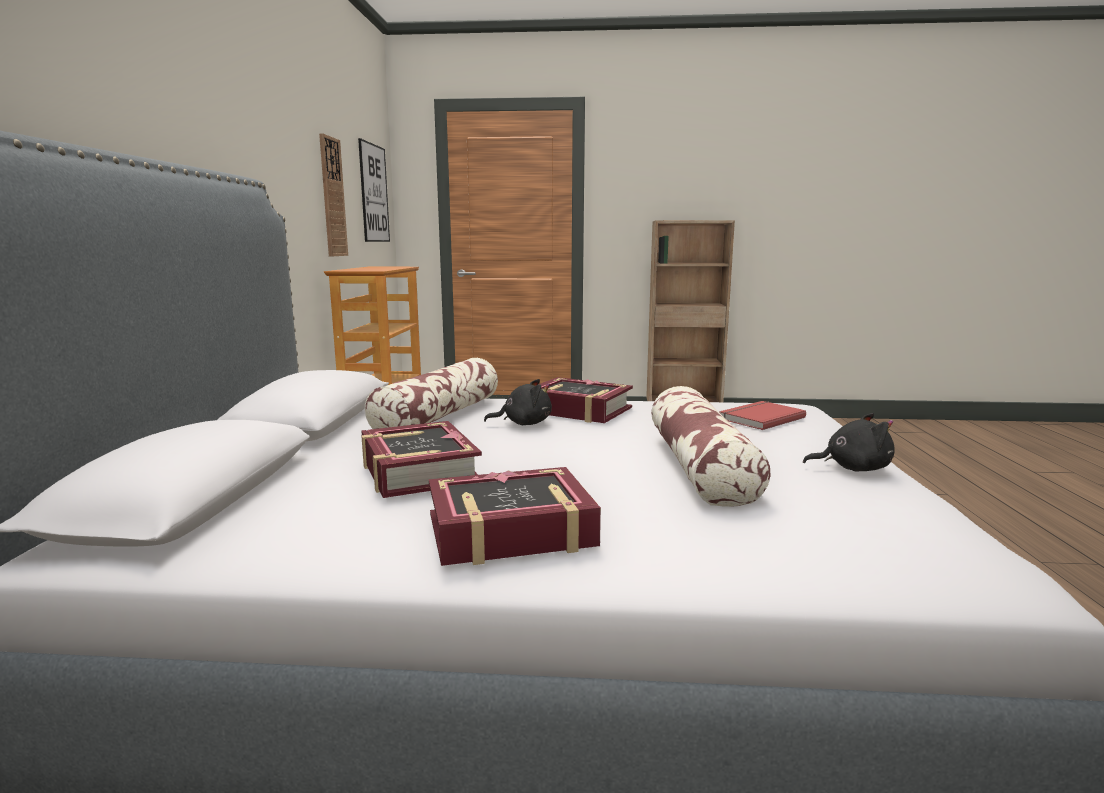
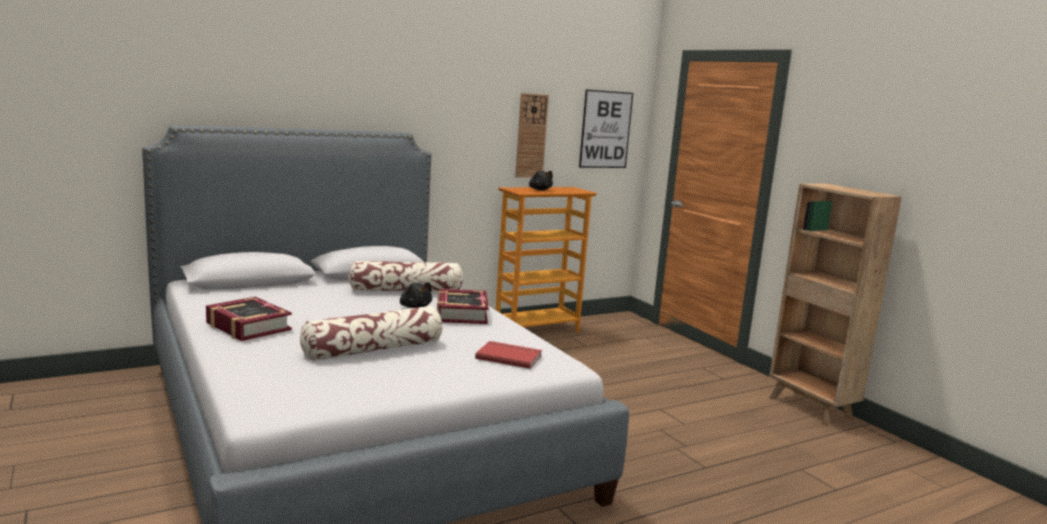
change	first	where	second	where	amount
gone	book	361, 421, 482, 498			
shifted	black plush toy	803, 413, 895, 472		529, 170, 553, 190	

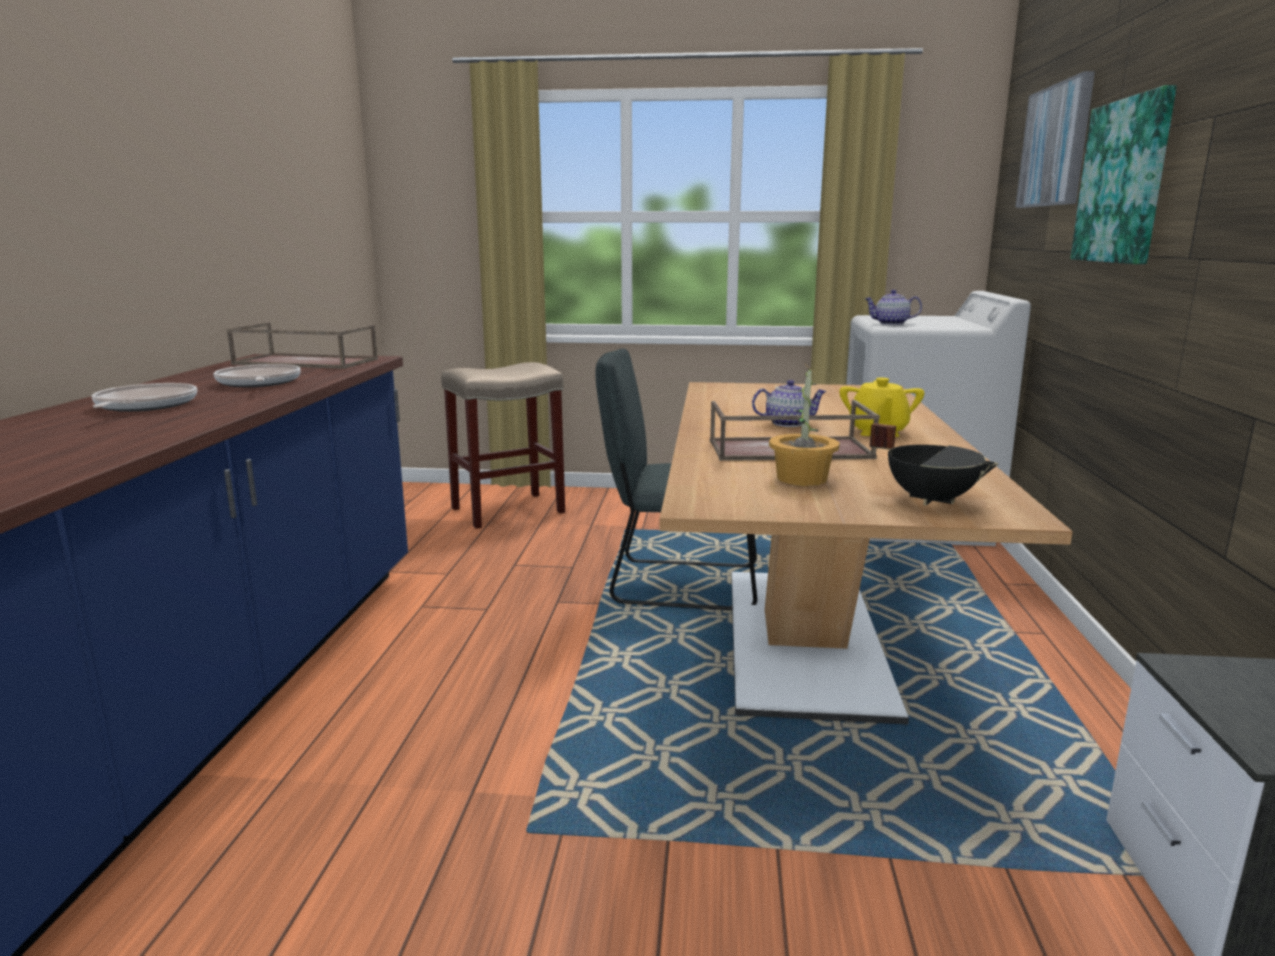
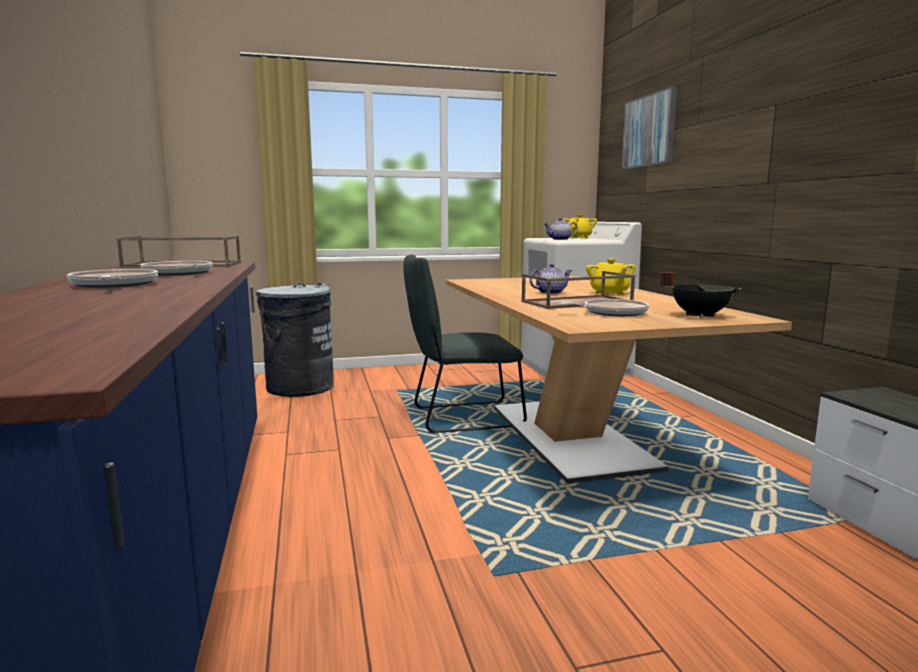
change	first	where	second	where	amount
swapped	beige stool	441, 362, 565, 529	grey trash can	255, 283, 334, 397	
swapped	potted plant	769, 364, 840, 486	frying pan	558, 299, 649, 316	
gone	picture	1070, 85, 1177, 264			
new			yellow teapot	563, 214, 597, 239	

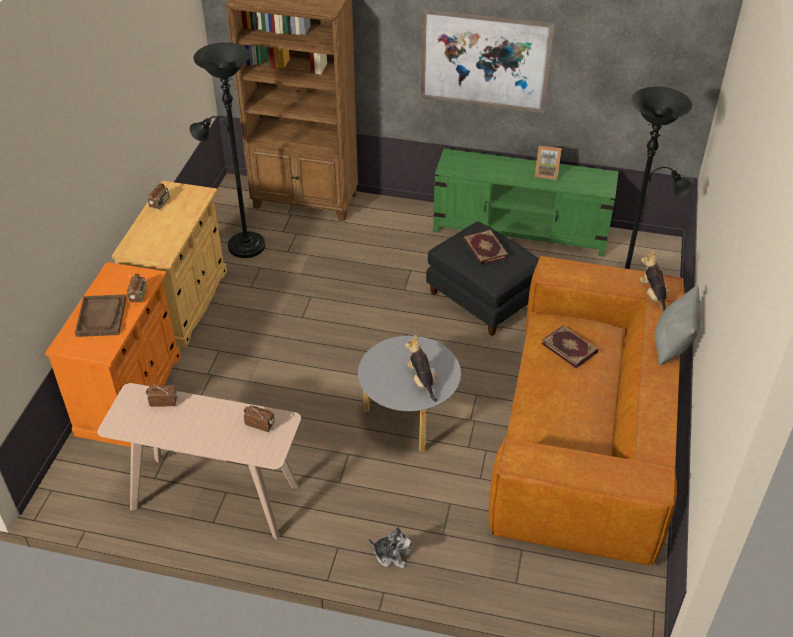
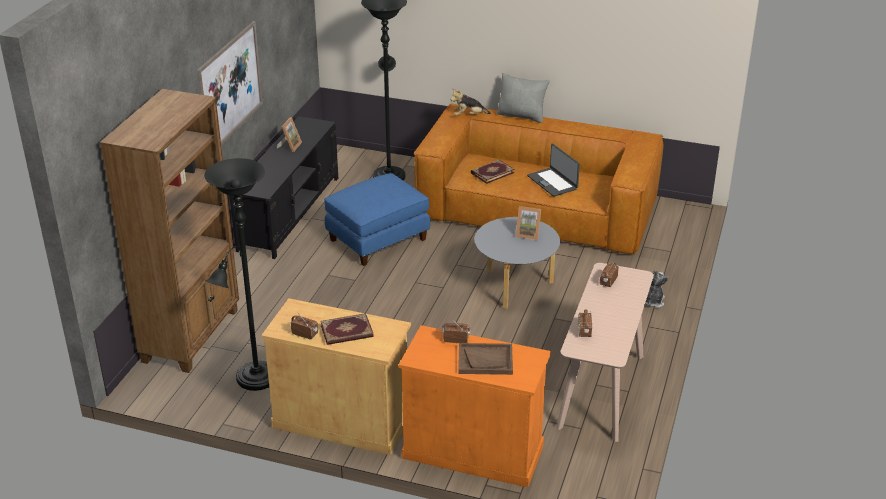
change	first	where	second	where	amount
swapped	plush toy	405, 335, 438, 402	picture frame	516, 206, 541, 240	
repainted	black ottoman	426, 222, 539, 336	blue ottoman	324, 173, 430, 266	
repainted	green tv stand	433, 149, 619, 257	black tv stand	229, 116, 338, 259	
shifted	book	463, 229, 508, 265		320, 313, 374, 345	
new			laptop	527, 144, 580, 197	

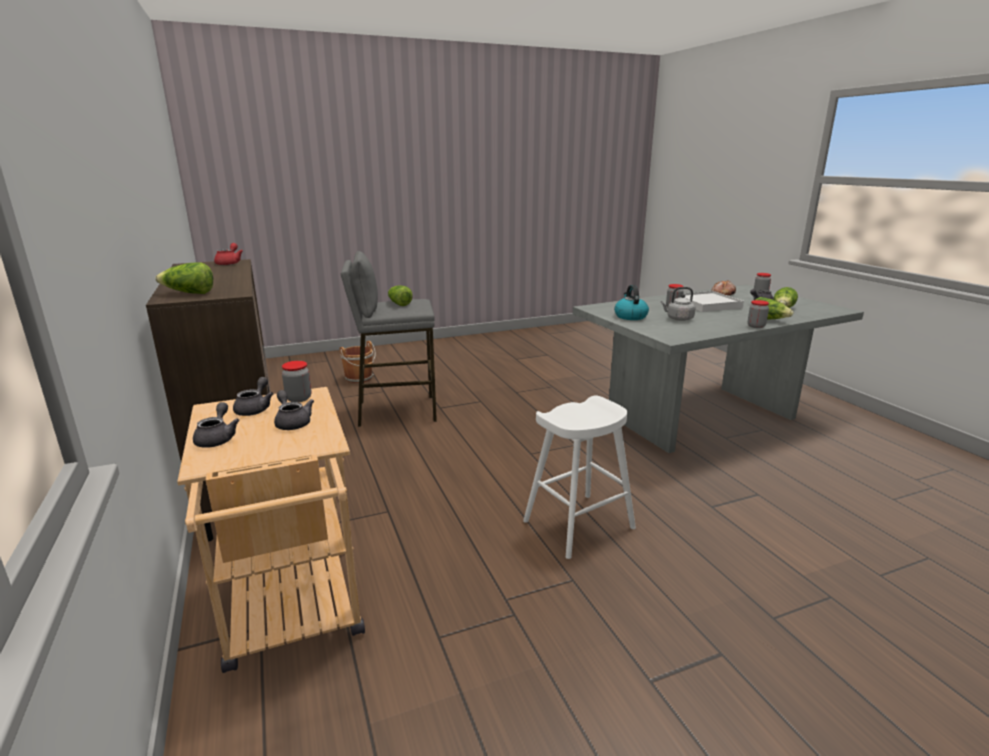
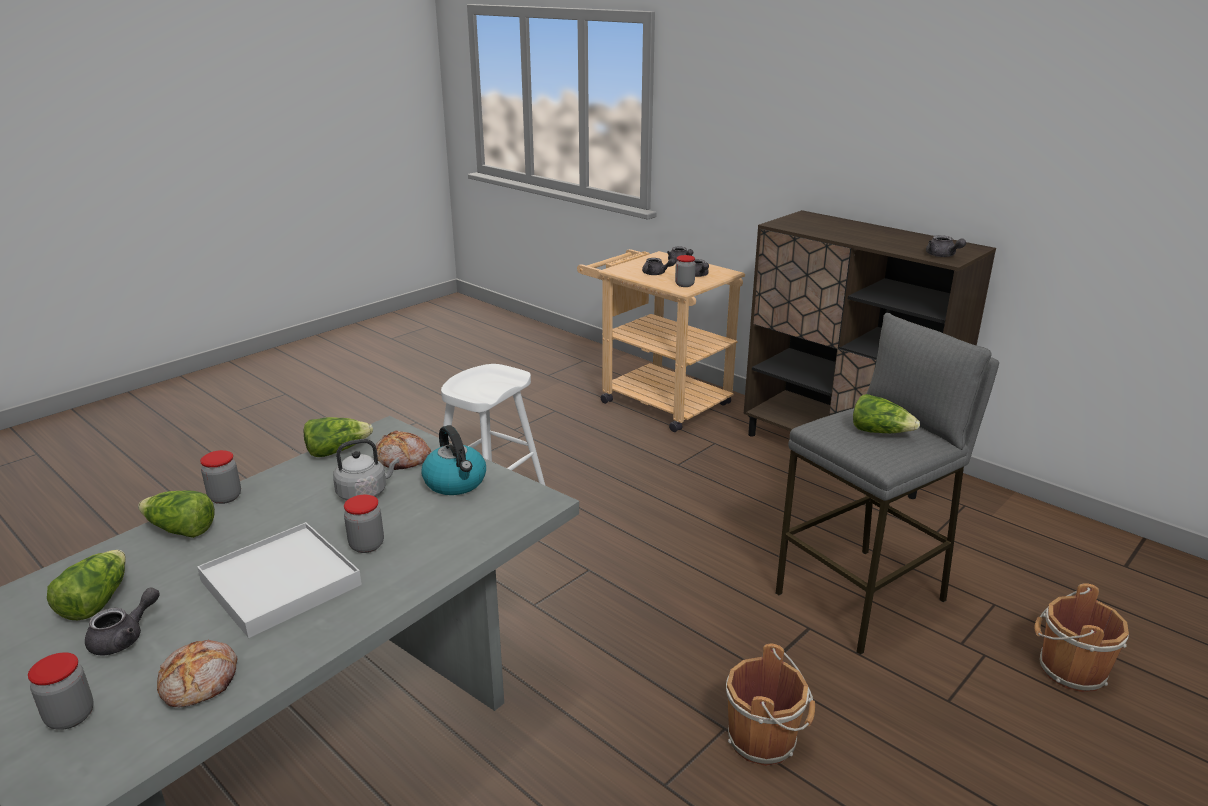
change	first	where	second	where	amount
shifted	lettuce	155, 262, 213, 294		303, 417, 373, 457	
repainted	red teapot	214, 243, 243, 265	grey teapot	926, 235, 966, 257	
new			bread	376, 430, 431, 470	
new			brown bucket	726, 644, 815, 766	

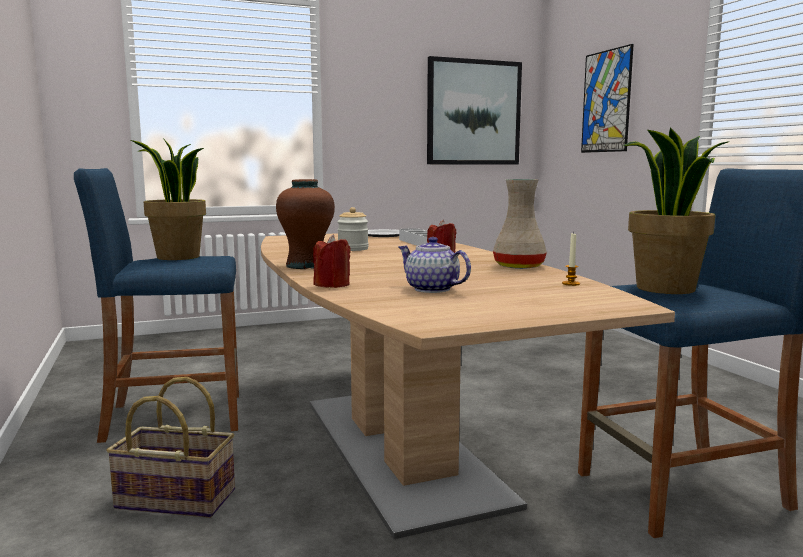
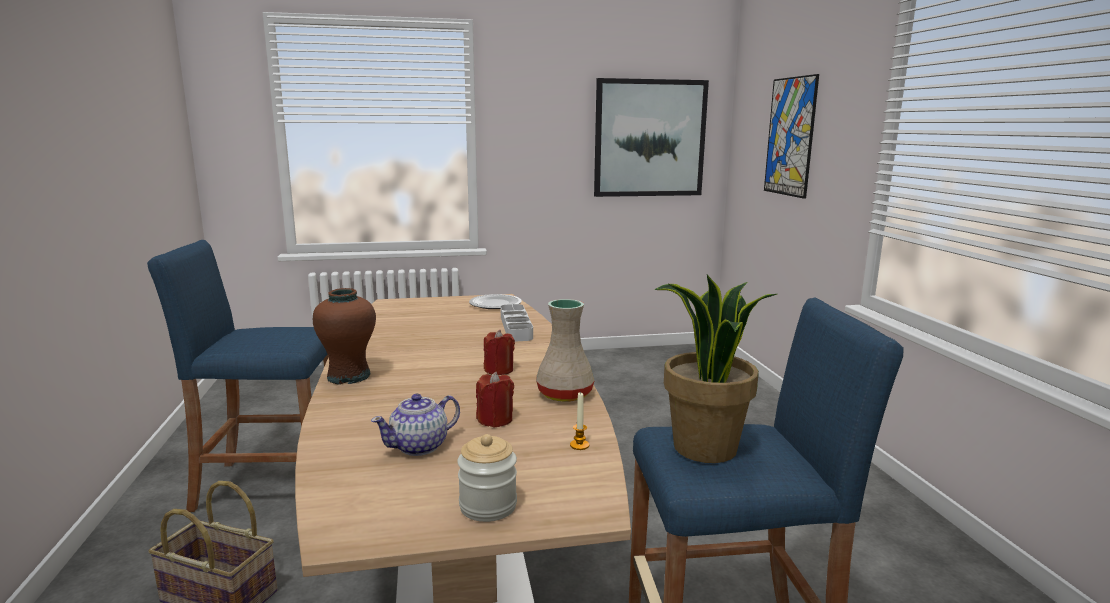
change	first	where	second	where	amount
gone	potted plant	131, 138, 206, 260			
shifted	red candle	313, 234, 351, 288		476, 372, 514, 428	
shifted	jar	337, 207, 369, 251		457, 434, 517, 522	
rotated	teapot	398, 237, 471, 293		371, 394, 460, 456	90 degrees counterclockwise

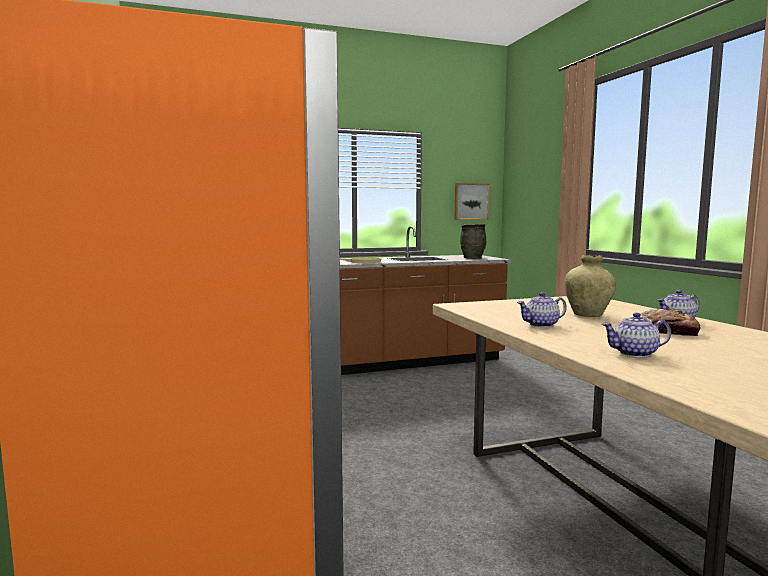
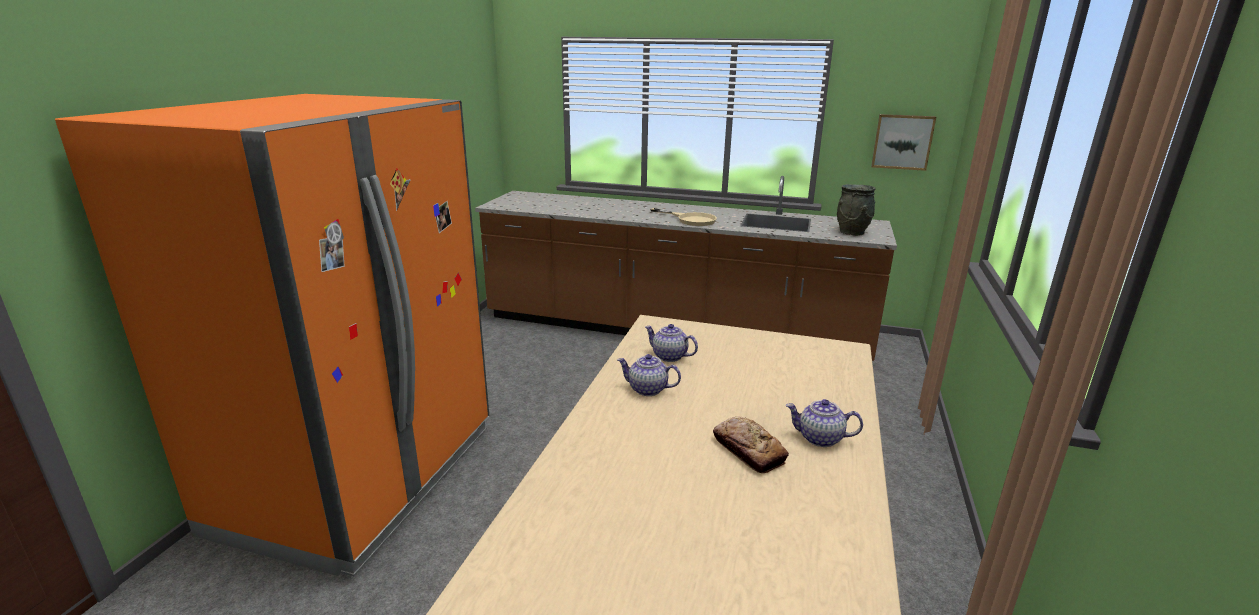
change	first	where	second	where	amount
gone	beige vase	564, 255, 616, 317			
shifted	teapot	602, 313, 671, 357		645, 324, 698, 362	

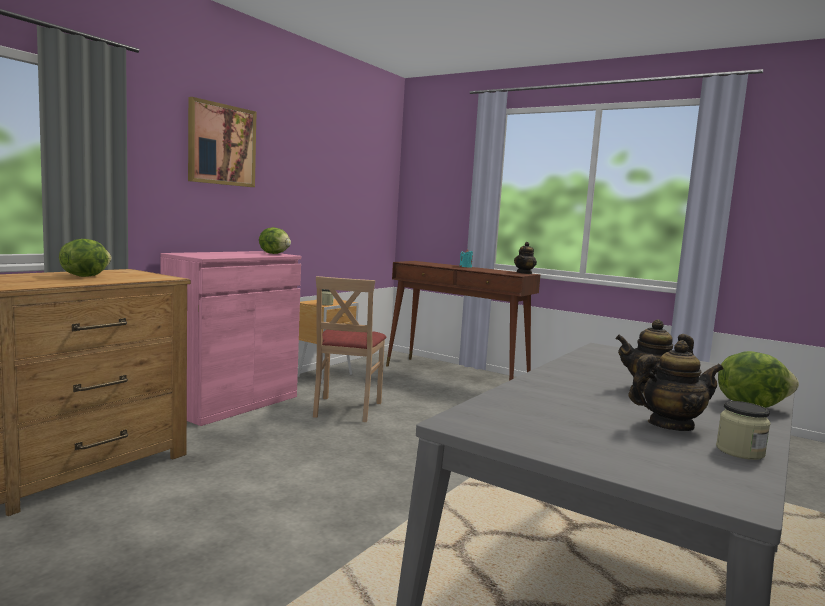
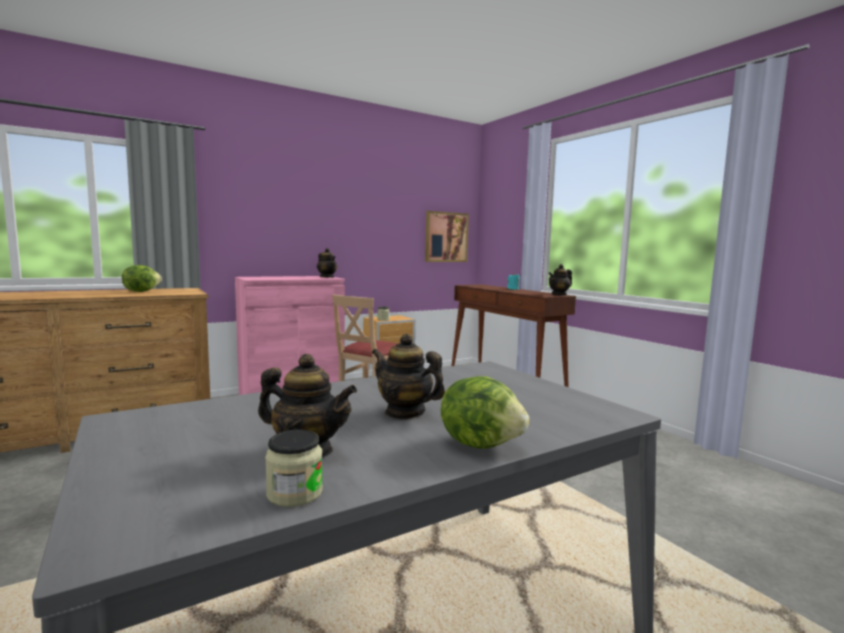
change	first	where	second	where	amount
shifted	picture	188, 97, 256, 187		425, 211, 469, 262	
swapped	lettuce	259, 227, 291, 254	teapot	317, 248, 337, 278	

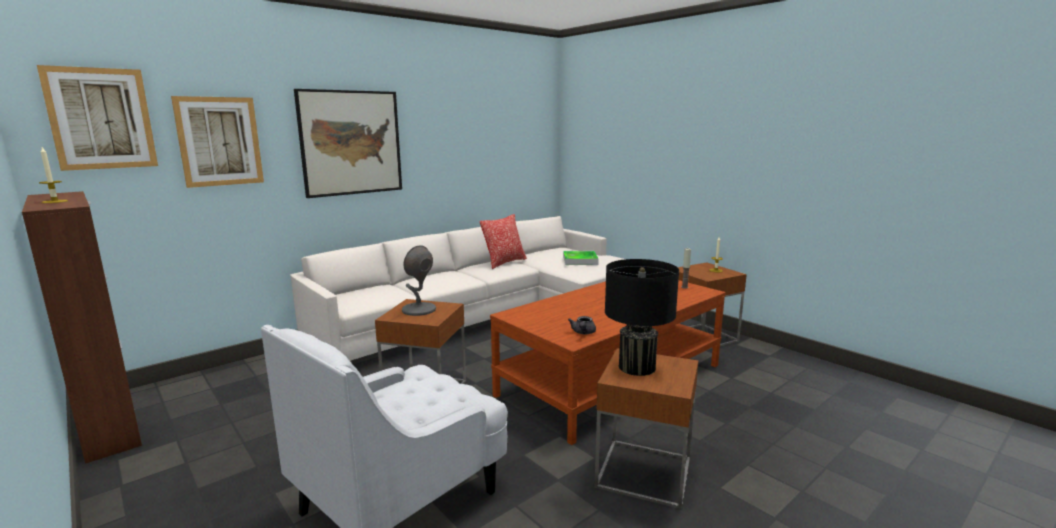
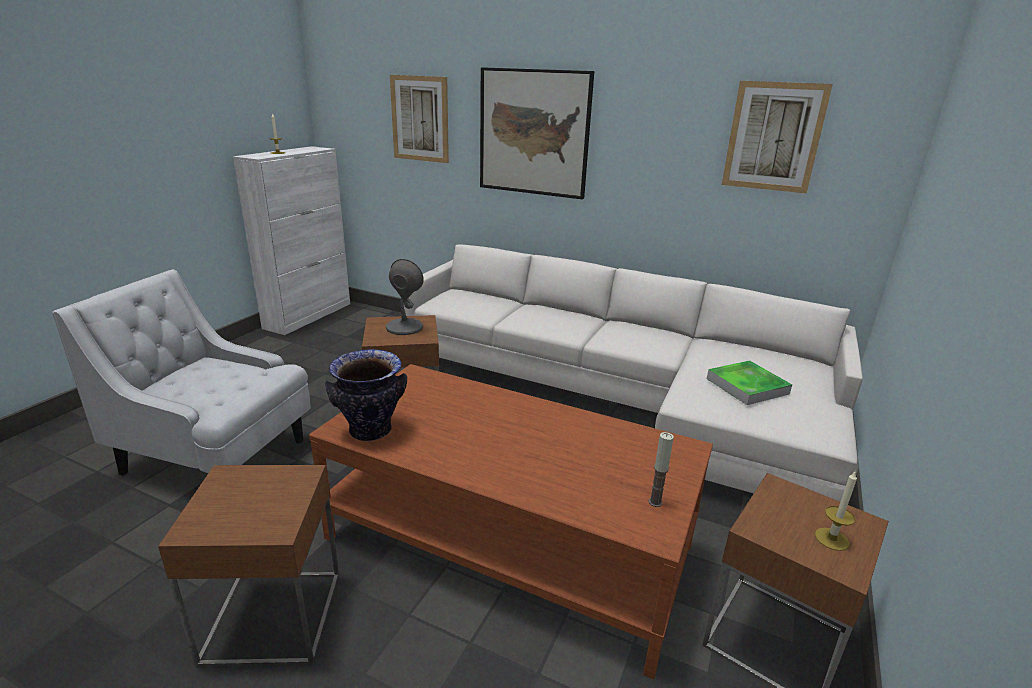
change	first	where	second	where	amount
repainted	brown cabinet	22, 191, 142, 464	white cabinet	233, 146, 350, 335	
shifted	picture	37, 65, 158, 171		722, 81, 833, 193	
gone	pillow	480, 214, 527, 269			
swapped	grey teapot	568, 316, 596, 334	vase	325, 349, 407, 441	
gone	black table lamp	605, 259, 679, 376			

